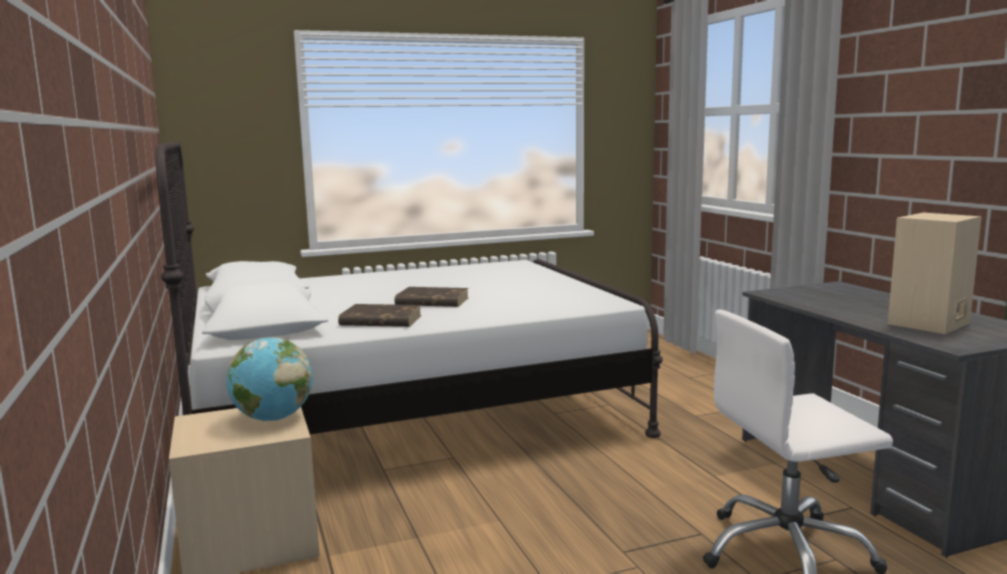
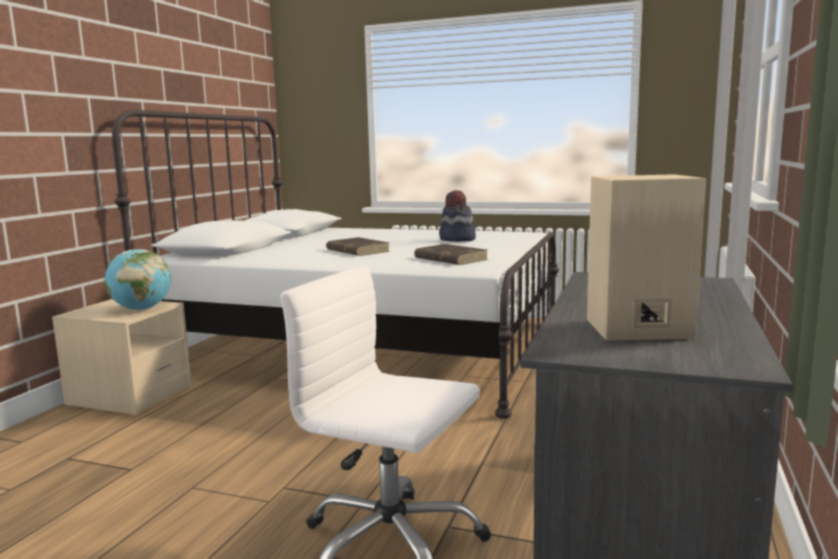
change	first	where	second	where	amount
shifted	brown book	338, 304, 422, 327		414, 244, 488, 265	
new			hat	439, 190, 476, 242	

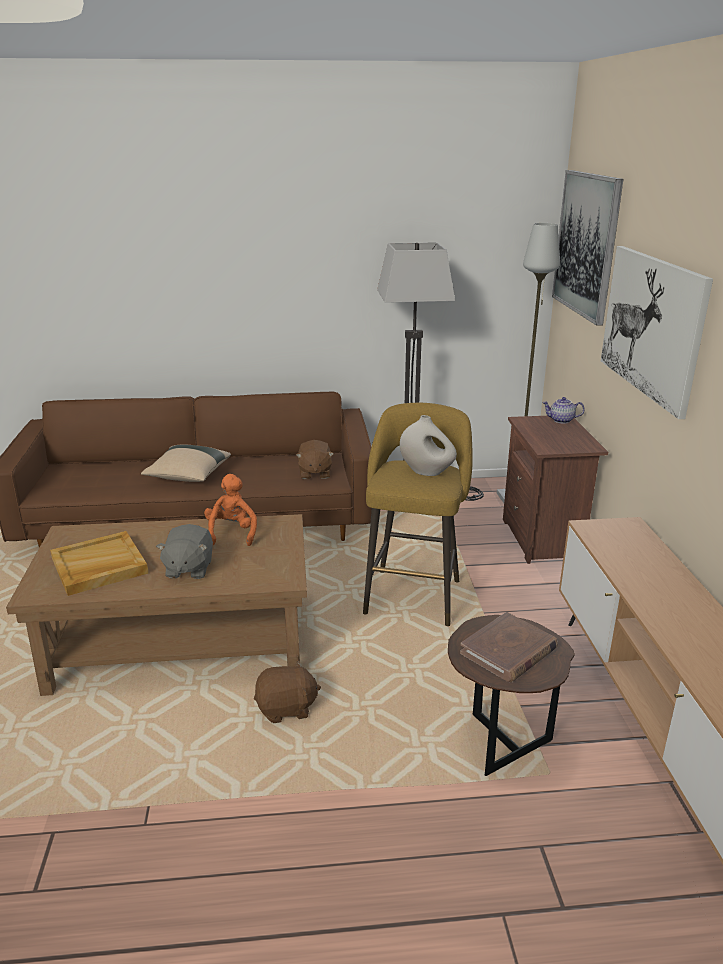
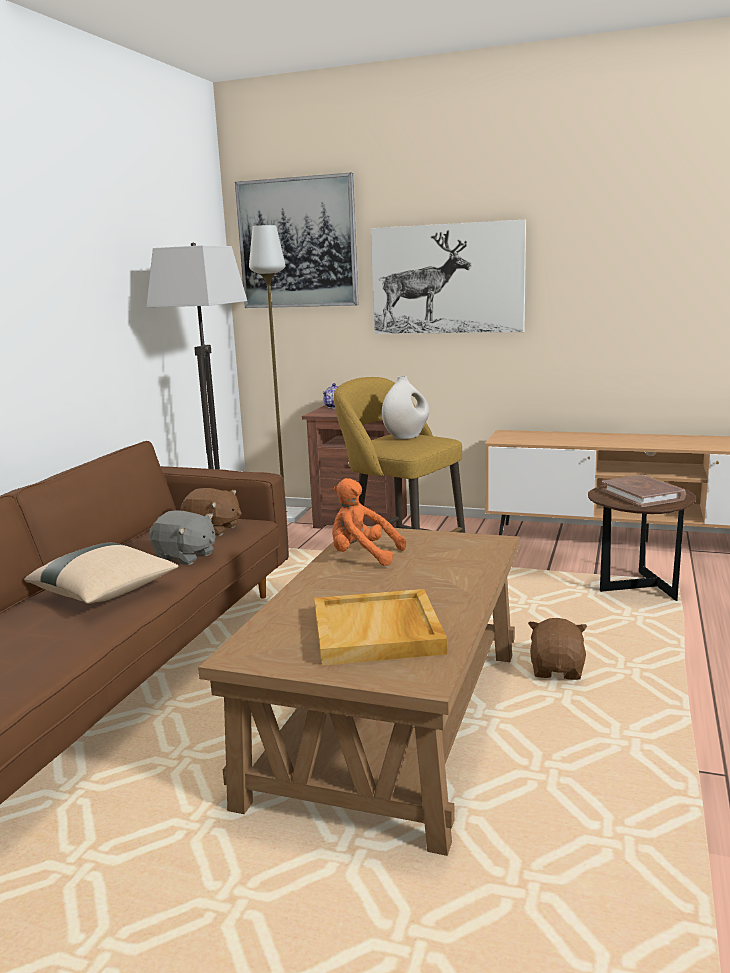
change	first	where	second	where	amount
shifted	grey plush toy	156, 524, 213, 579		149, 510, 215, 565	

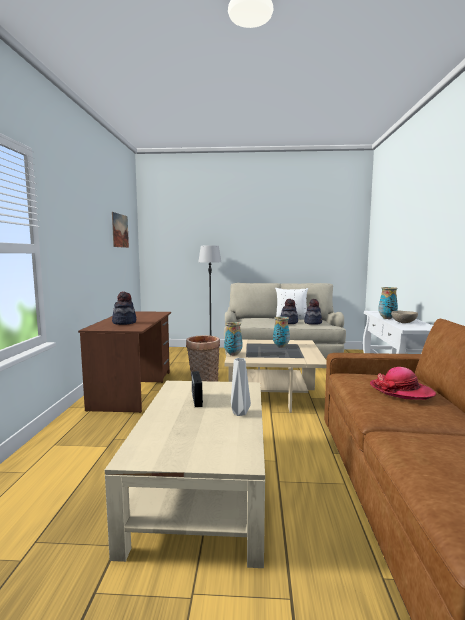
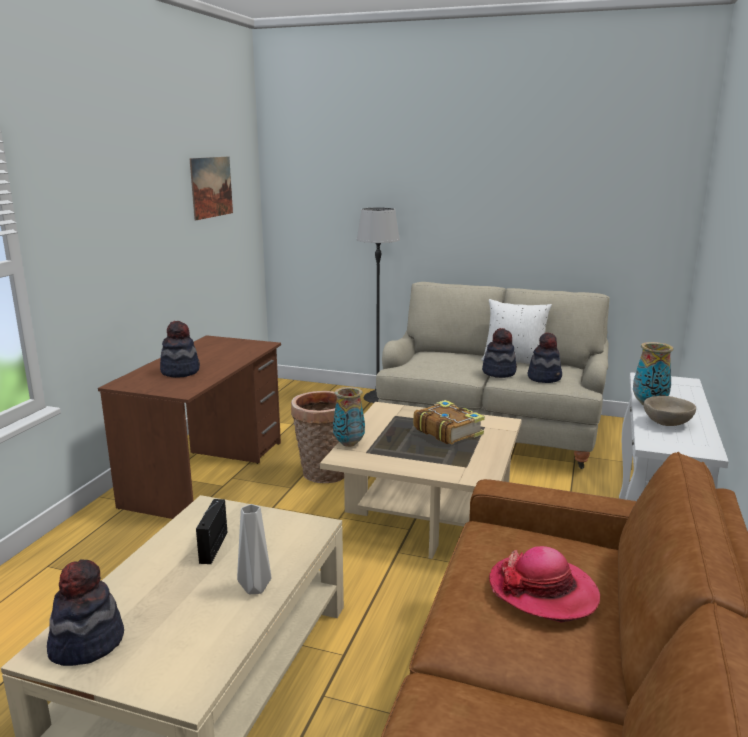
change	first	where	second	where	amount
swapped	vase	273, 317, 290, 348	book	413, 400, 485, 445	
new			hat	47, 559, 124, 666	

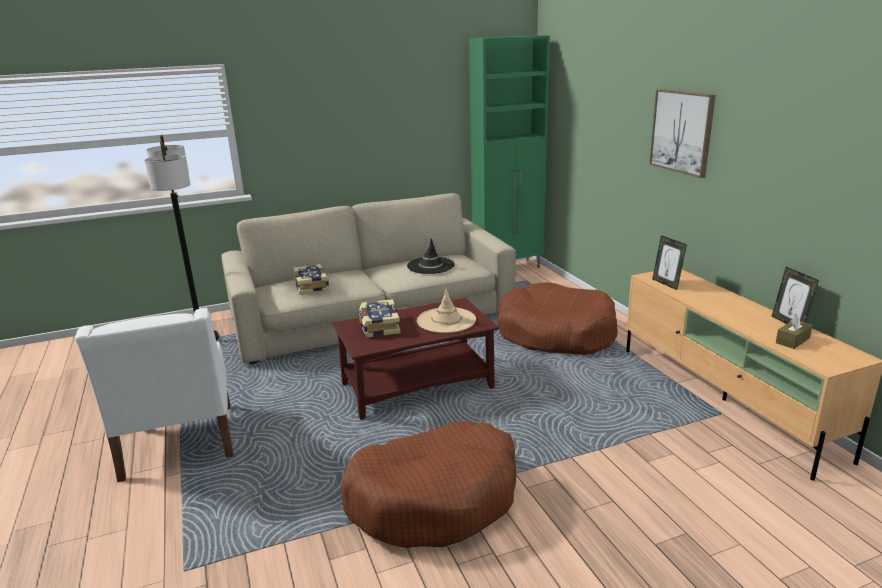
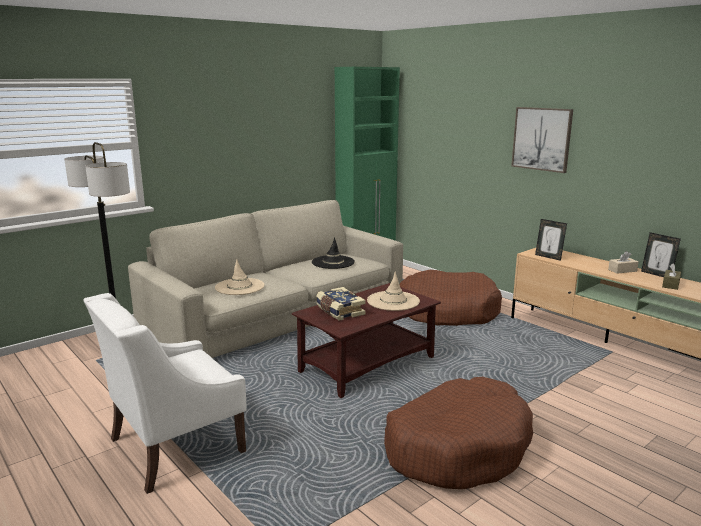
change	first	where	second	where	amount
rotated	white armchair	75, 308, 233, 482		83, 293, 247, 494	90 degrees clockwise
swapped	book	293, 264, 329, 295	beige hat	215, 259, 265, 295	
new			beige tissue box	608, 251, 639, 274	

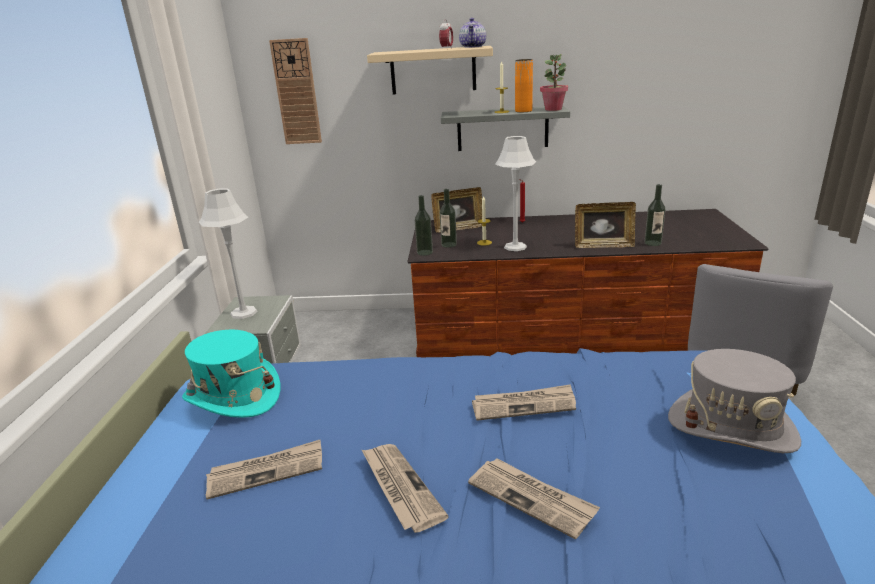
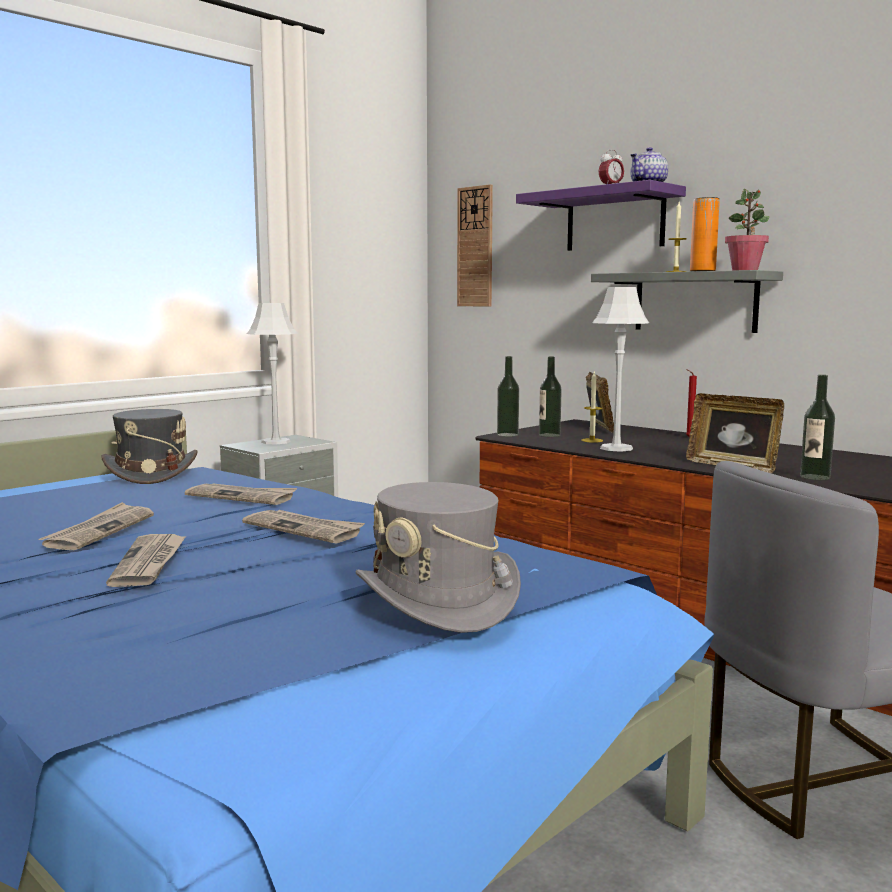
change	first	where	second	where	amount
repainted	turquoise hat	182, 330, 280, 418	grey hat	102, 409, 198, 484	
shifted	newspaper	206, 440, 322, 500		185, 483, 297, 505	
repainted	beige shelf	367, 46, 493, 94	purple shelf	516, 180, 686, 251	
rotated	picture frame	431, 187, 482, 233		586, 372, 614, 433	120 degrees counterclockwise

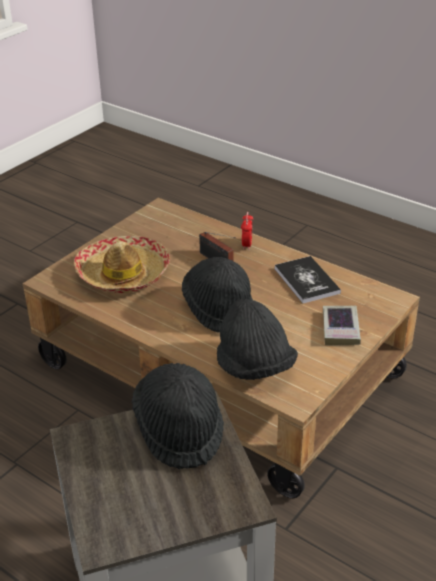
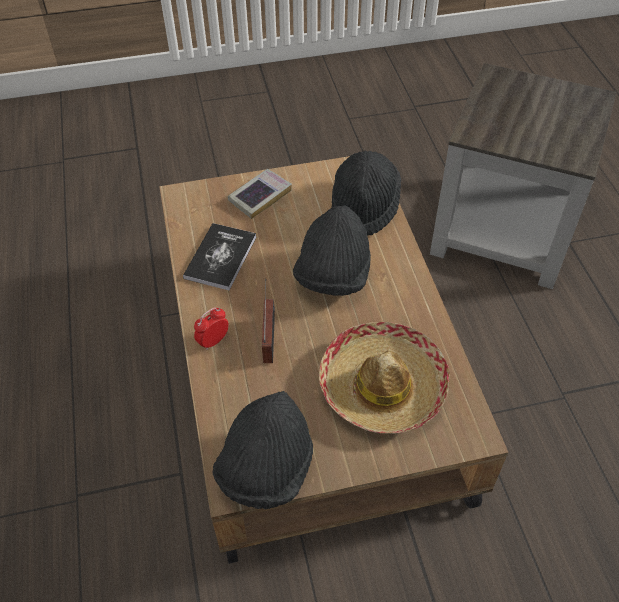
change	first	where	second	where	amount
shifted	black hat	132, 363, 224, 469		212, 391, 313, 509	

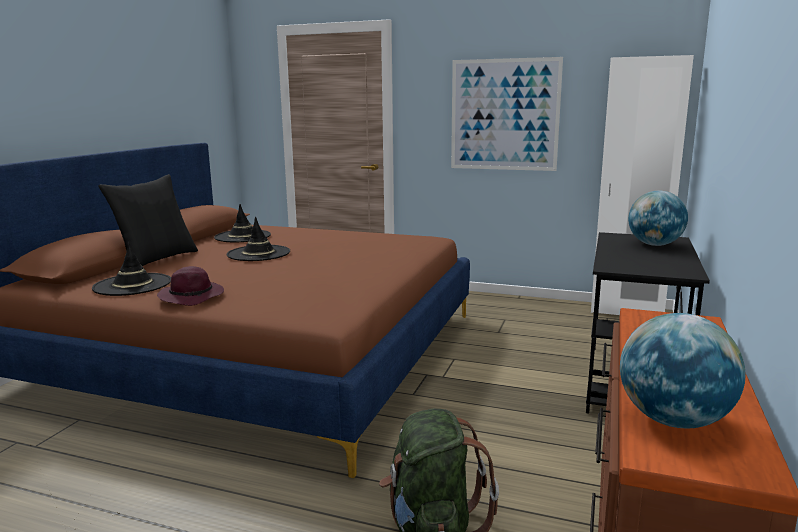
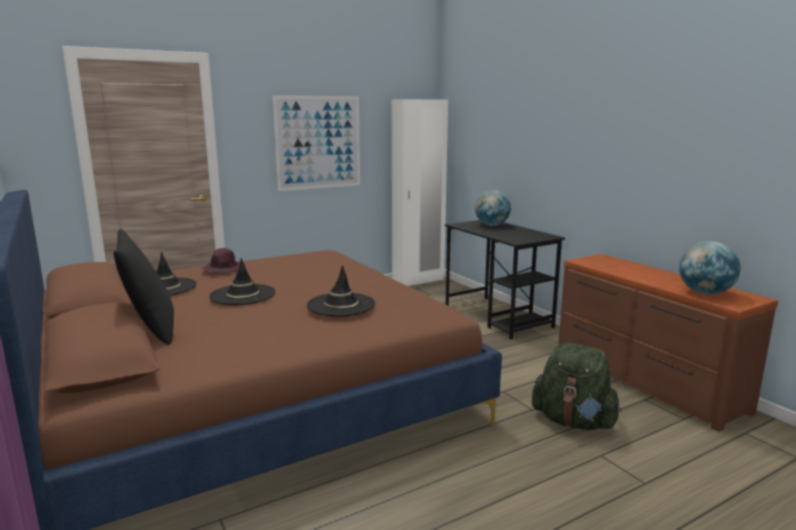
change	first	where	second	where	amount
shifted	black hat	92, 242, 171, 296		307, 265, 375, 317	
shifted	purple hat	157, 266, 224, 306		202, 248, 245, 273	

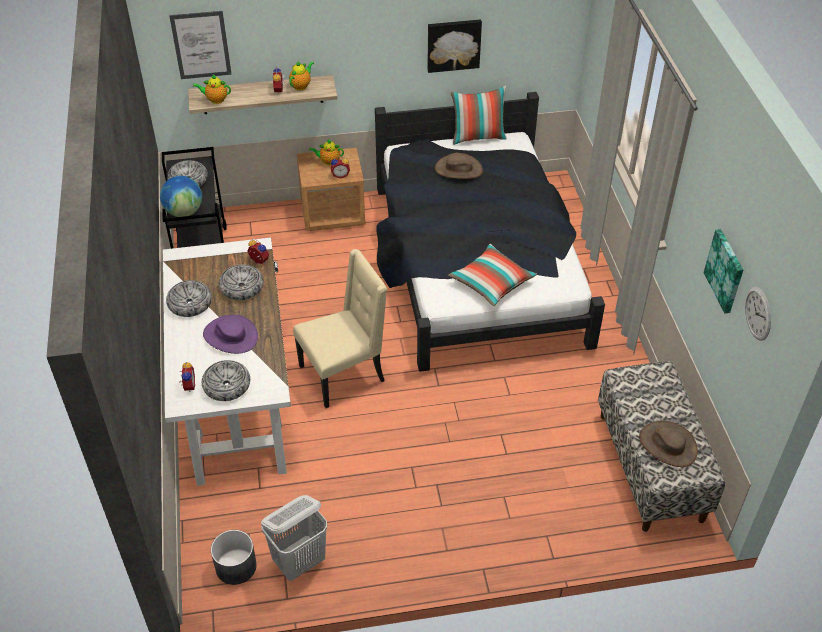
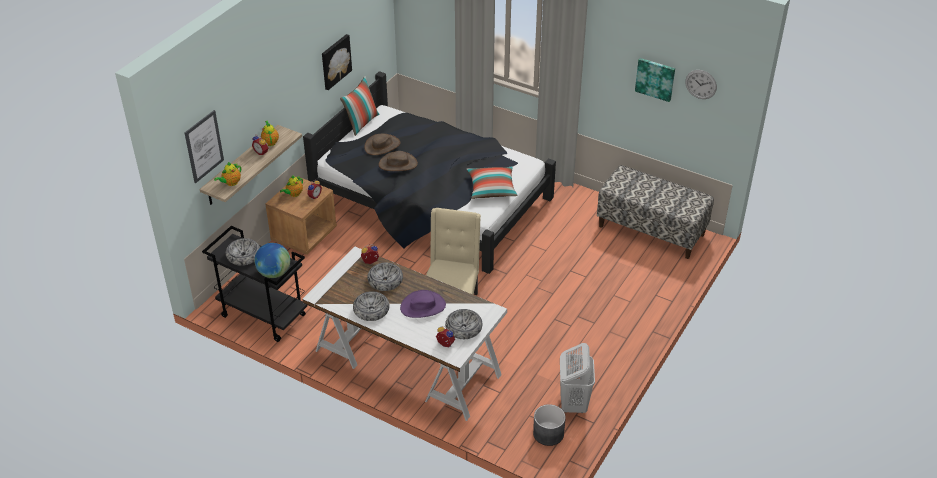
change	first	where	second	where	amount
shifted	brown hat	639, 421, 698, 467		379, 151, 418, 171	

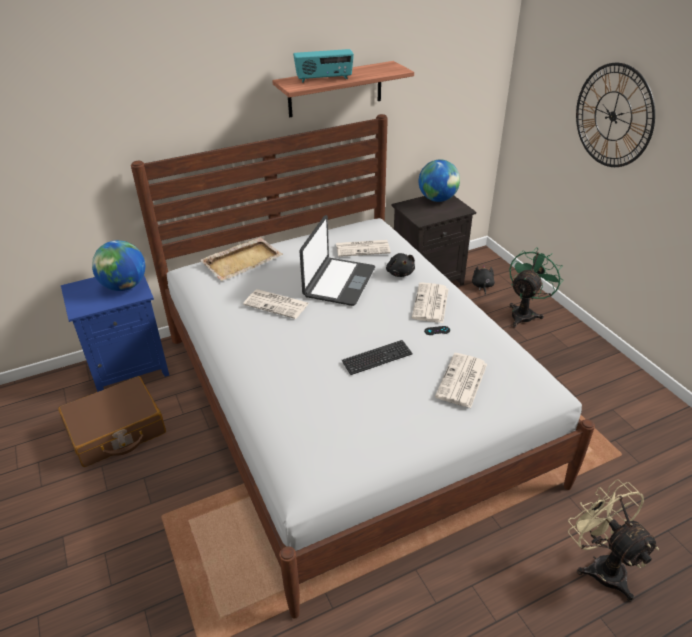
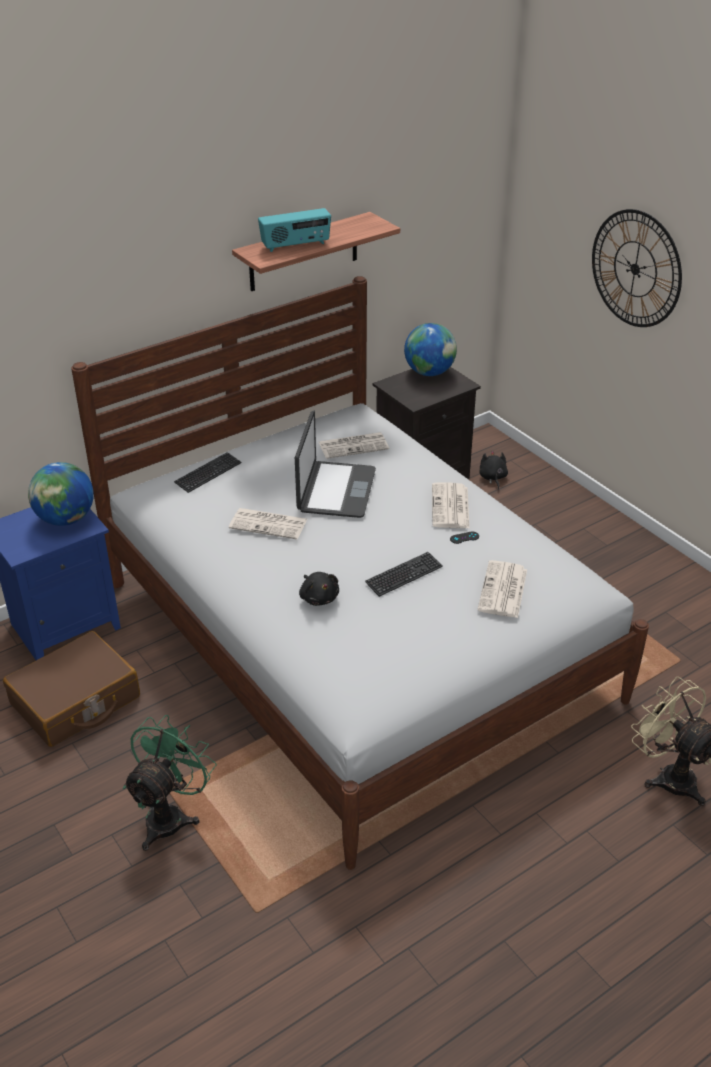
change	first	where	second	where	amount
swapped	beige tray	200, 237, 283, 281	keyboard	174, 452, 241, 493	
shifted	black plush toy	386, 253, 415, 277		299, 572, 339, 606	
shifted	green fan	509, 247, 563, 328		123, 715, 217, 851	

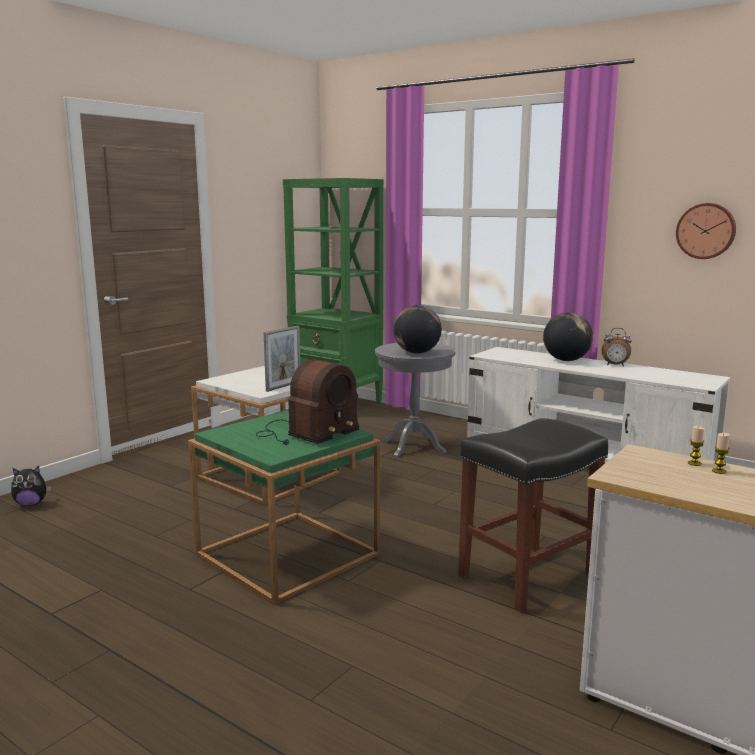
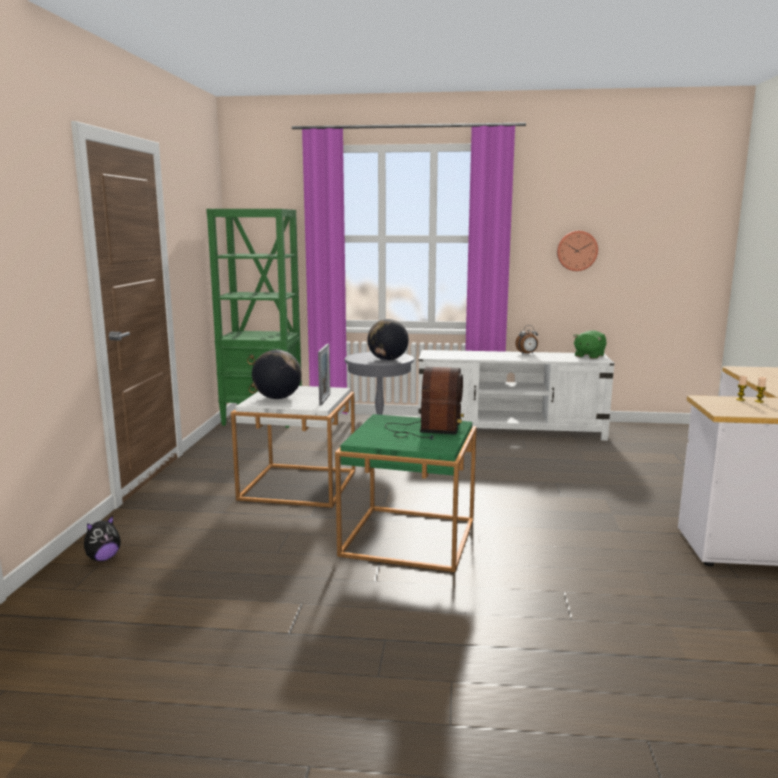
change	first	where	second	where	amount
gone	black stool	458, 418, 608, 613			
shifted	globe	543, 312, 593, 361		252, 350, 302, 399	
new			green plush toy	573, 330, 607, 359	

